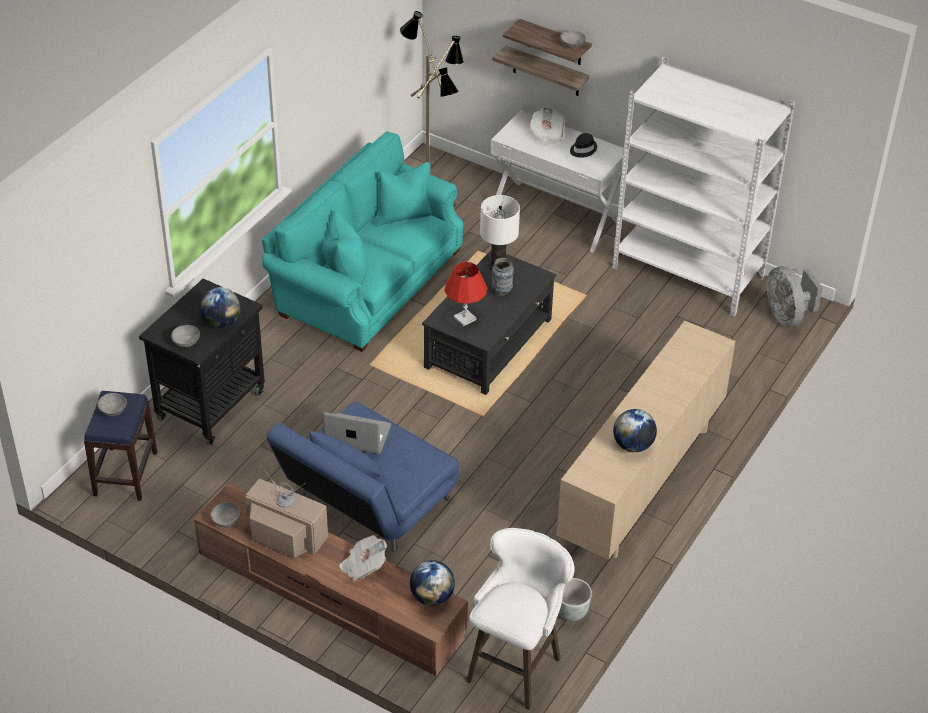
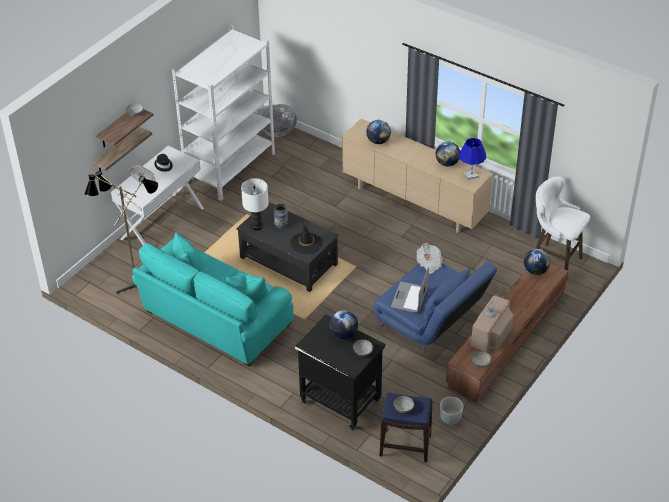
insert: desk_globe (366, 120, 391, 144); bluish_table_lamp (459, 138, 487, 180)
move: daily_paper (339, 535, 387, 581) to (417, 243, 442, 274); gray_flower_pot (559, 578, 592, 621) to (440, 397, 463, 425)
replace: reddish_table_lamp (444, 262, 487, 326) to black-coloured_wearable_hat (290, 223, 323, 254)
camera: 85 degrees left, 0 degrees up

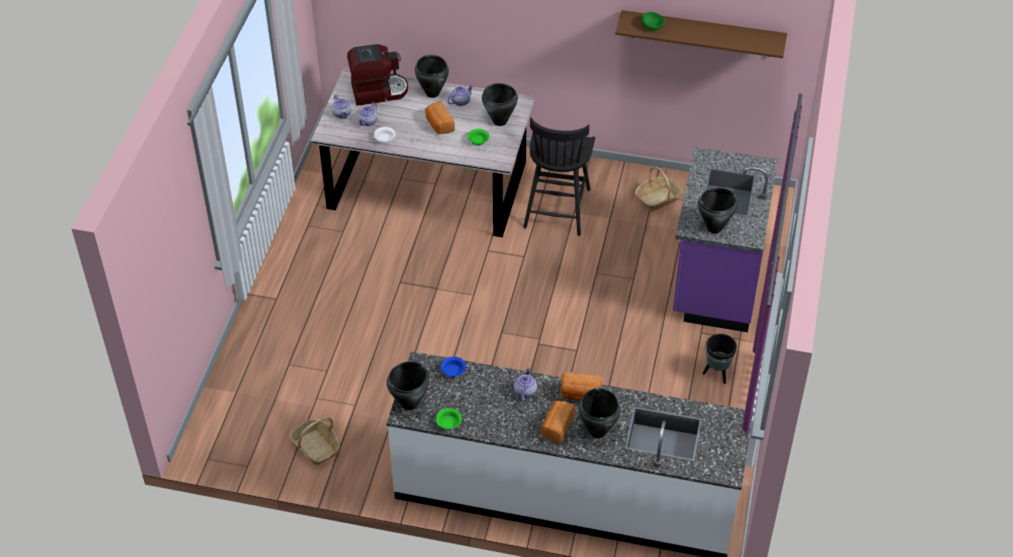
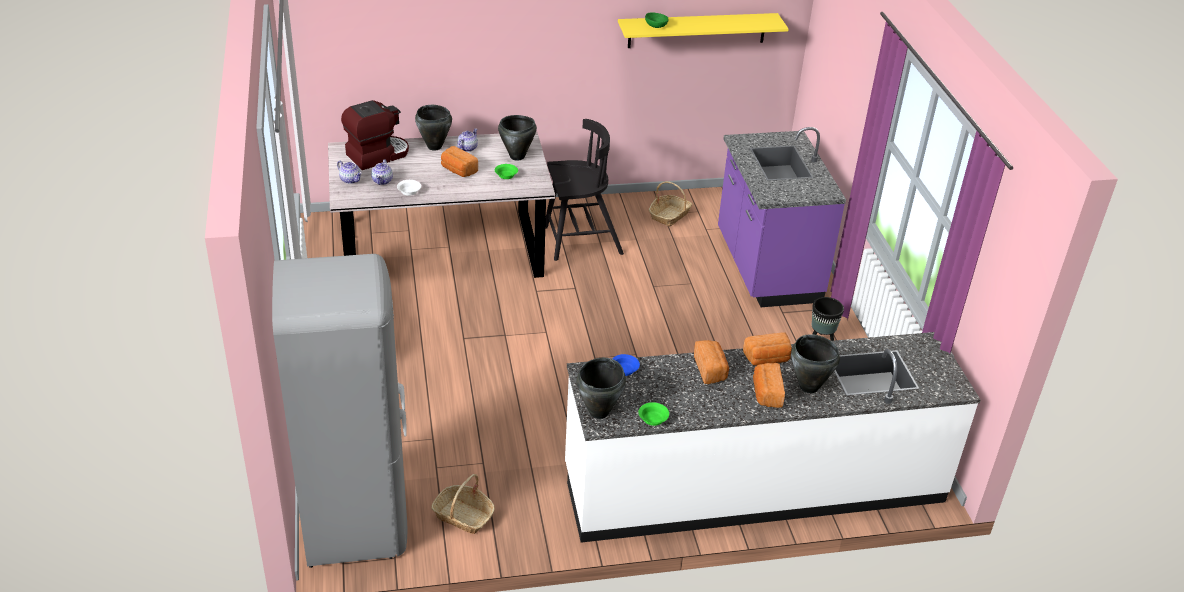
delete: black-coloured_cooking_pot (698, 188, 738, 233)
insert: gray_kitchen_fridge (272, 254, 407, 568)
replace: teapot (514, 367, 537, 402) to baked_bread (694, 340, 729, 384)
recolor: brownish_bracket_shelf (615, 10, 787, 58) to yellow-coloured_bracket_shelf (618, 13, 788, 48)
rotate: black-coloured_chair (523, 117, 595, 236) = (545, 119, 624, 261) 90 degrees counterclockwise
camera: 25 degrees left, 10 degrees down

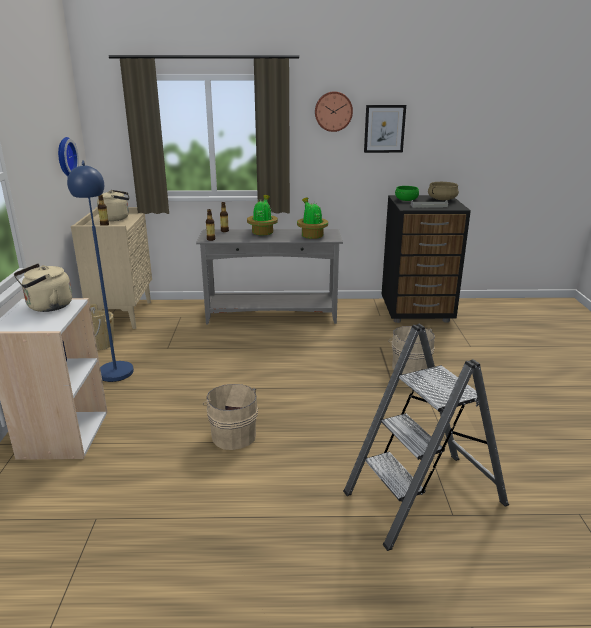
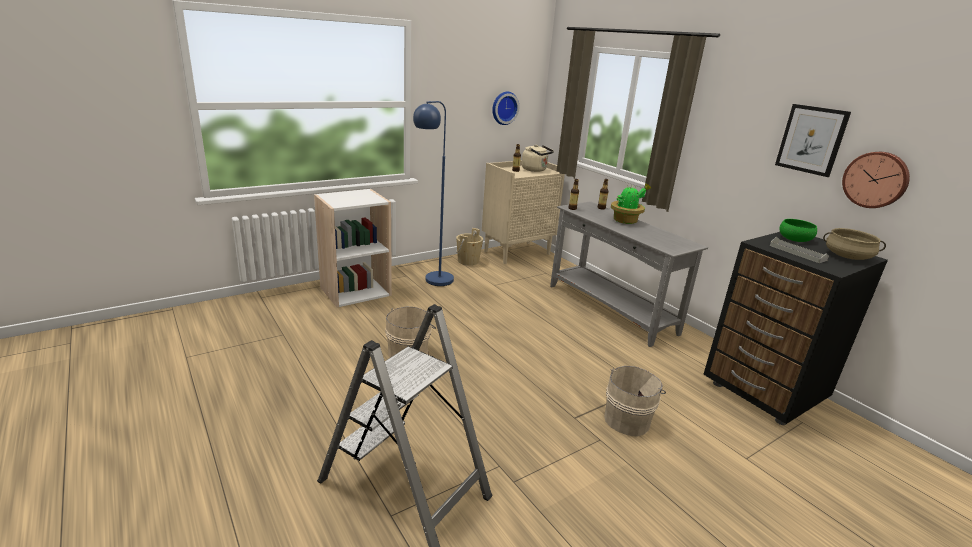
delete: beige_tea_kettle (14, 264, 72, 312); plant_in_a_pot (297, 197, 328, 239)
move: hanging_clock (315, 91, 353, 132) to (842, 152, 910, 208)
camera: 55 degrees right, 0 degrees up

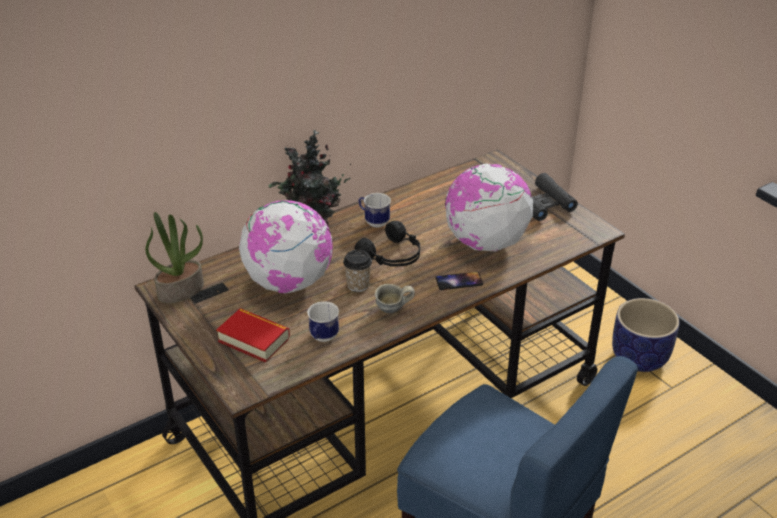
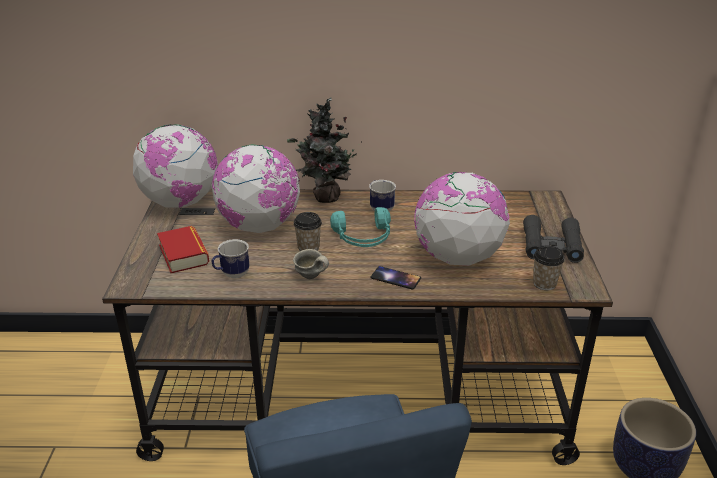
insert: drinking_cup (533, 245, 565, 290)
replace: plant_in_a_pot (146, 212, 204, 303) to desk_globe (133, 124, 218, 208)
recolor: black-coloured_pair_of_headphones (355, 221, 420, 266) to blue-green_pair_of_headphones (330, 207, 391, 247)
camera: 35 degrees right, 5 degrees down

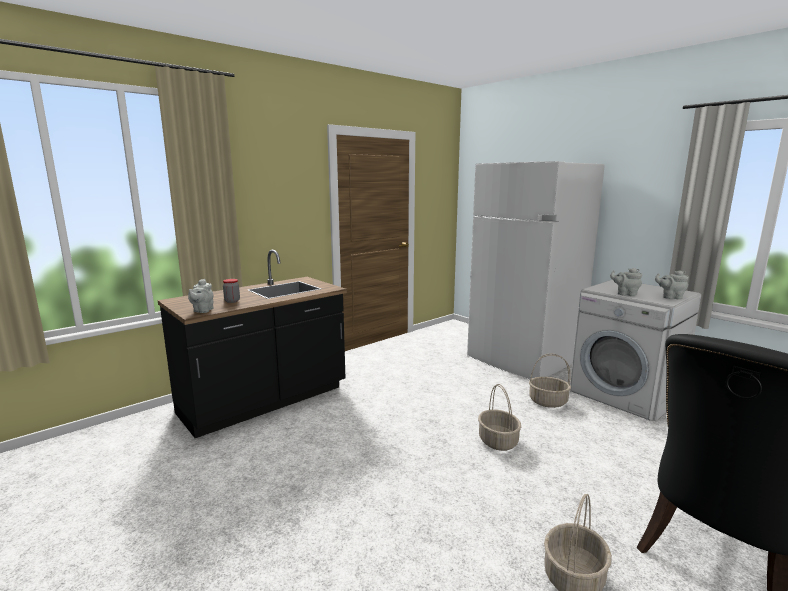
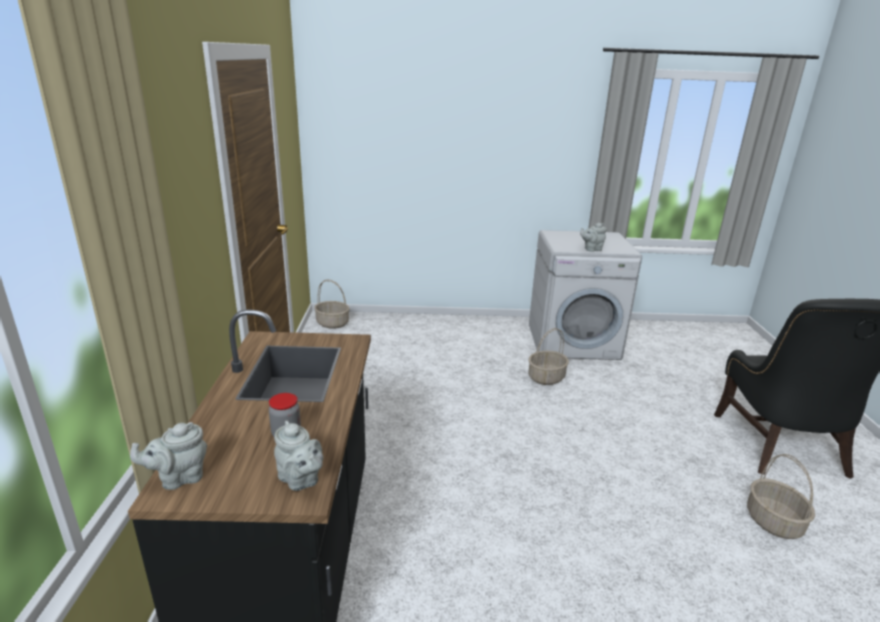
delete: whitish_kitchen_fridge (467, 161, 605, 379)
move: gray_teapot (655, 270, 689, 300) to (130, 422, 207, 490); storage_basket (478, 384, 521, 451) to (314, 279, 350, 329)
camera: 50 degrees left, 10 degrees up

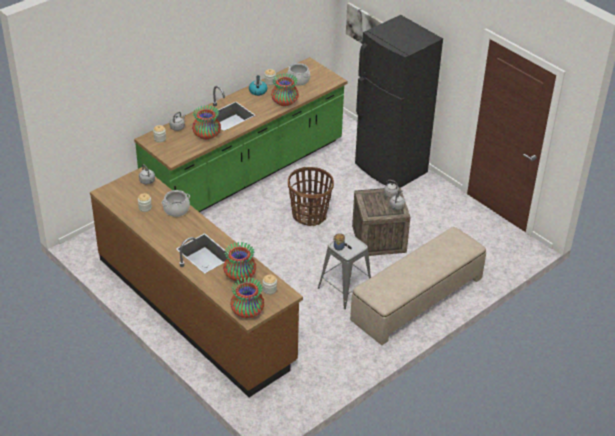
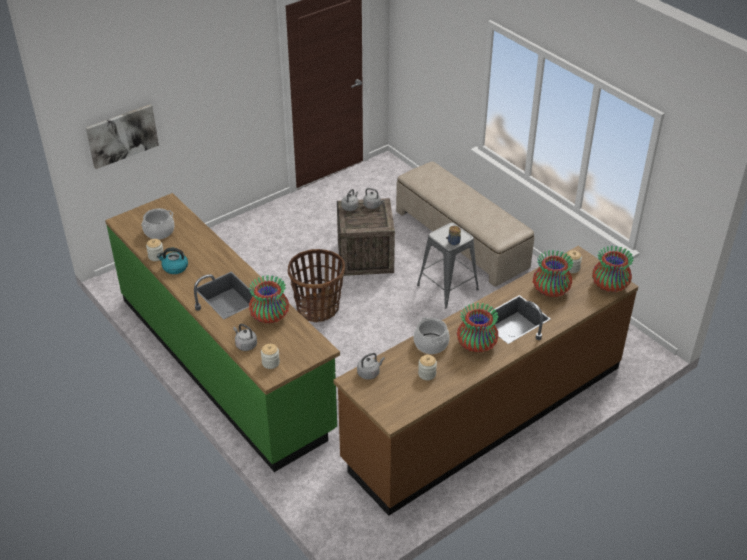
delete: black-coloured_kitchen_fridge (355, 15, 443, 187)
move: decorative_vase (271, 73, 299, 106) to (457, 303, 498, 353)
camera: 85 degrees left, 0 degrees up

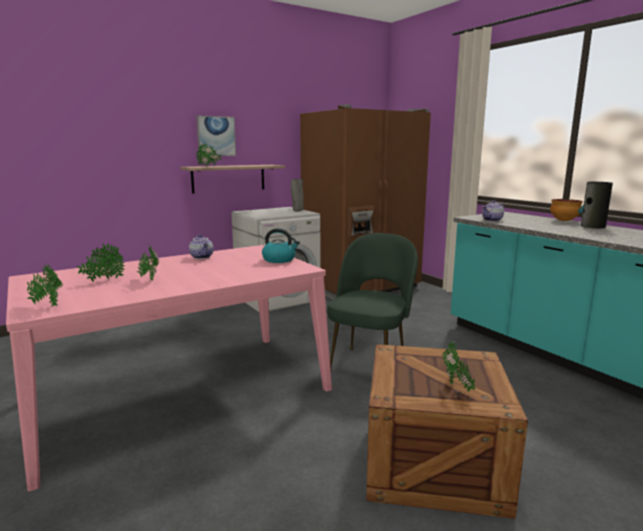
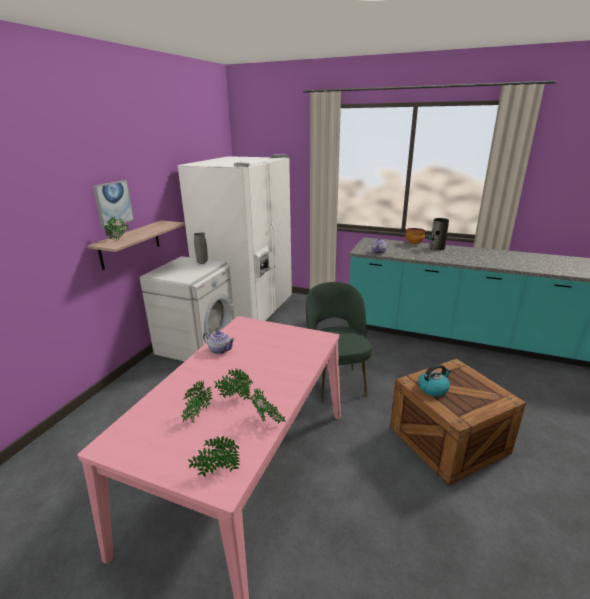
move: plant_in_a_pot (442, 342, 475, 392) to (250, 388, 286, 424); tea_kettle (262, 228, 300, 263) to (418, 364, 451, 397)
recolor: brownish_kitchen_fridge (300, 104, 431, 299) to whitish_kitchen_fridge (178, 154, 292, 321)
camera: 35 degrees left, 10 degrees up

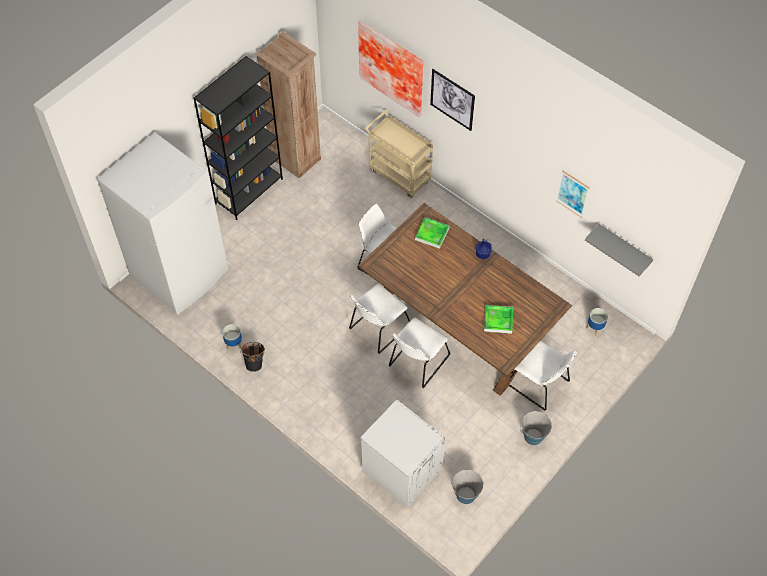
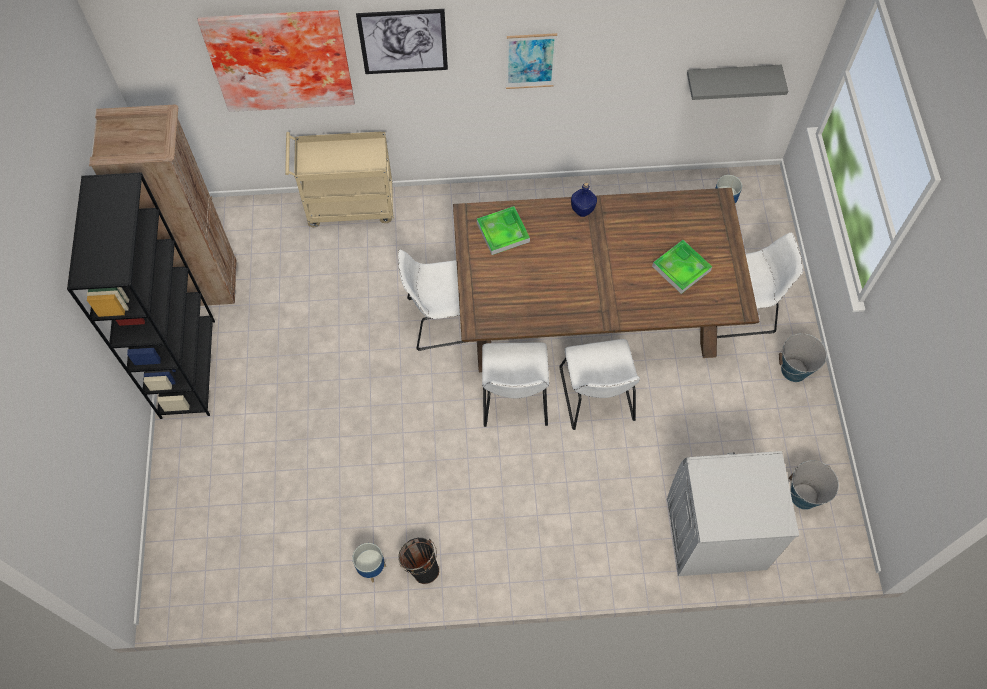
delete: whitish_kitchen_fridge (97, 132, 228, 315)
move: picture (556, 170, 590, 218) to (506, 33, 557, 89)
camera: 45 degrees left, 5 degrees up

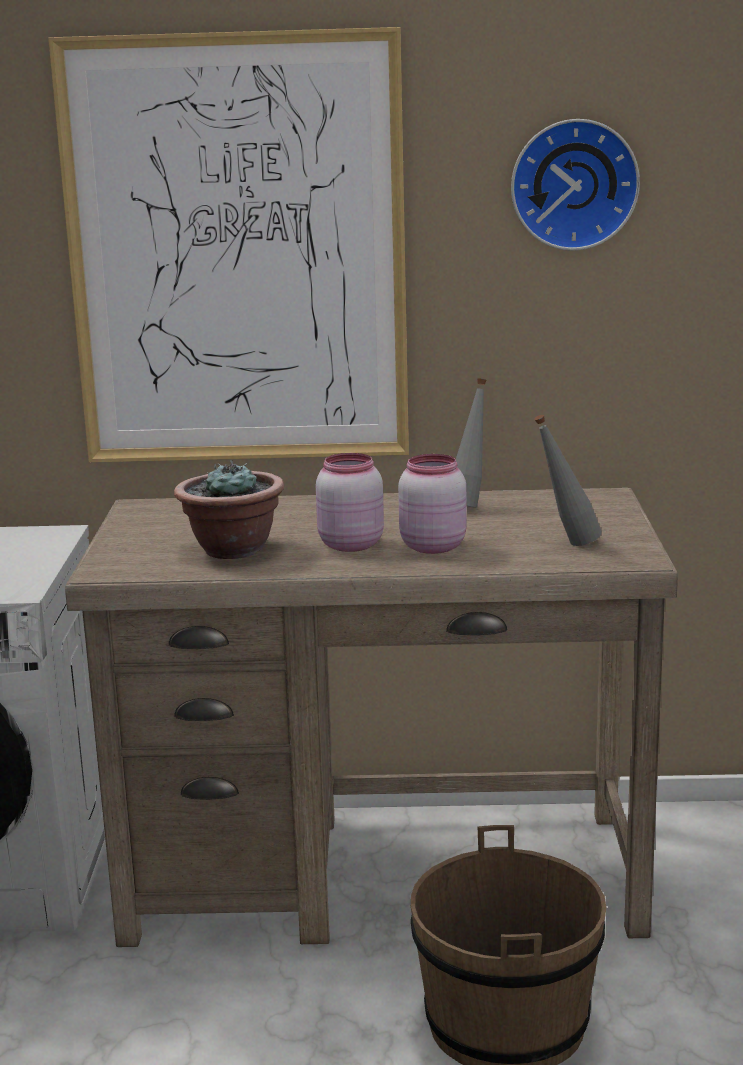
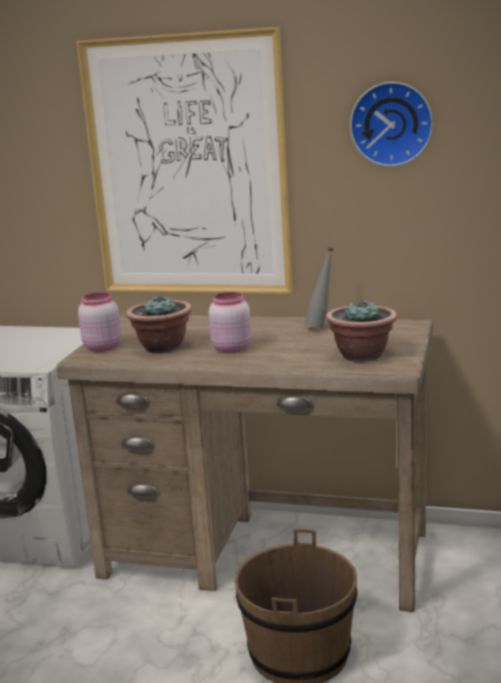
move: pinkish_preserve_jar (398, 454, 467, 554) to (78, 292, 121, 351)
replace: gray_bottle (534, 415, 602, 546) to plant_in_a_pot (326, 299, 397, 362)
camera: 15 degrees right, 0 degrees up

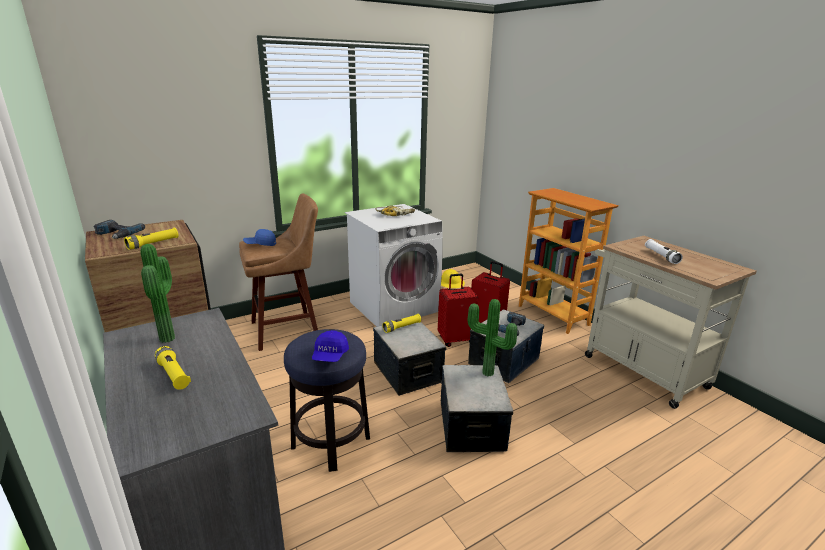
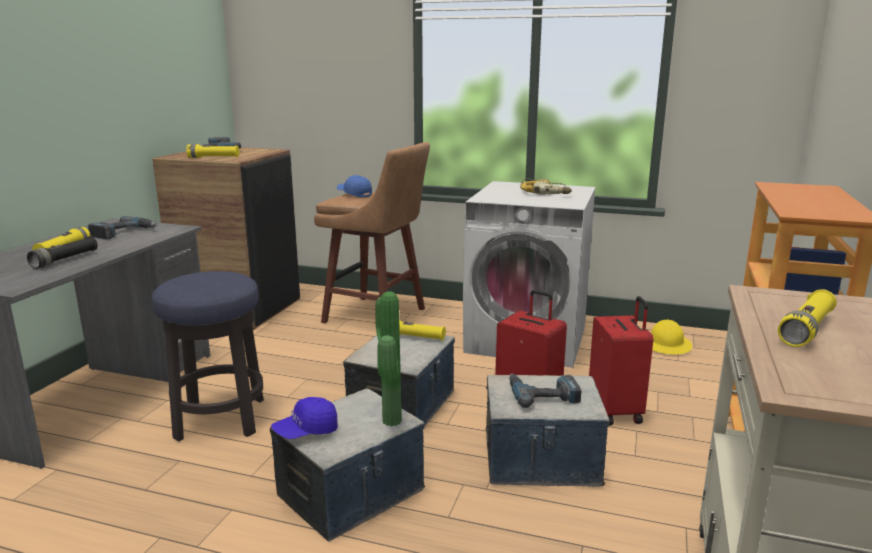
insert: black-coloured_torch (27, 236, 98, 269)
move: bluish_cap (312, 330, 349, 362) to (271, 397, 338, 439)
replace: plant_in_a_pot (140, 244, 175, 343) to drill (88, 216, 157, 239)
recolor: whitish_torch (645, 239, 683, 264) to yellow-coloured_torch (778, 289, 837, 347)
camera: 50 degrees right, 5 degrees down

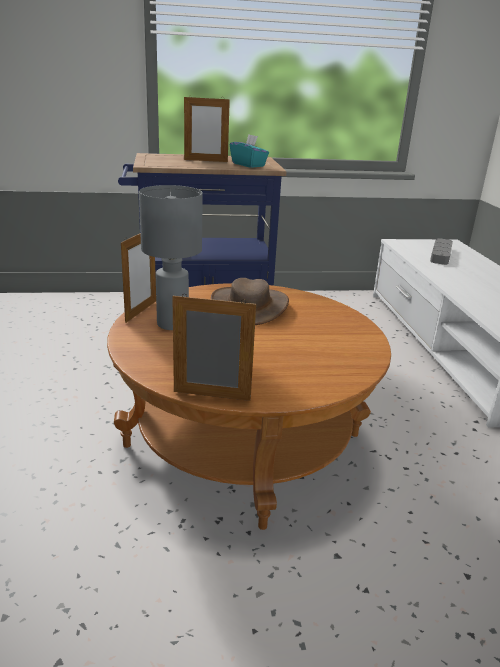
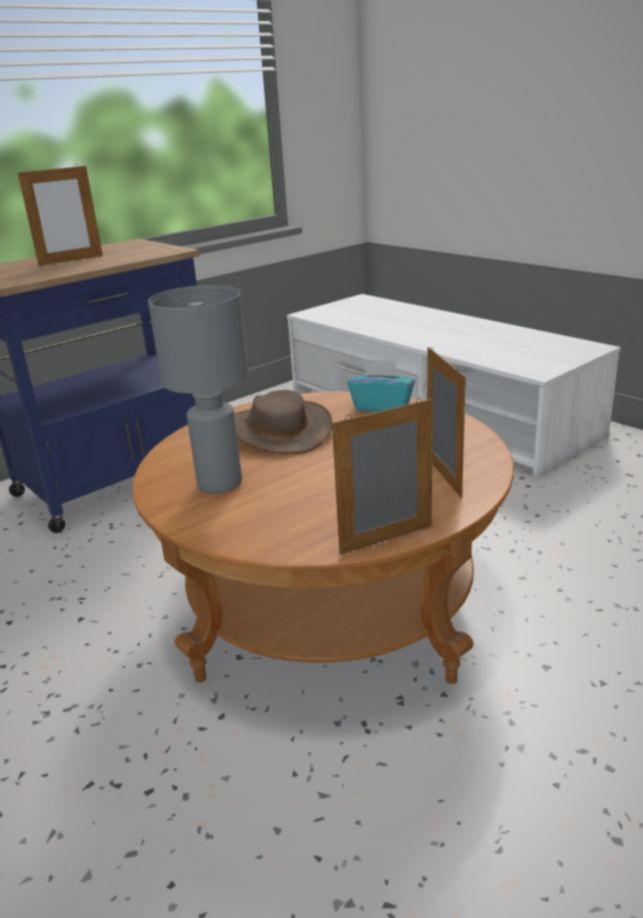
delete: gray_serving_tray (430, 238, 453, 265)
move: blue-green_tissue_holder (230, 135, 269, 168) to (348, 359, 415, 412); photo_frame (121, 233, 156, 323) to (427, 347, 466, 498)
camera: 30 degrees left, 0 degrees up

